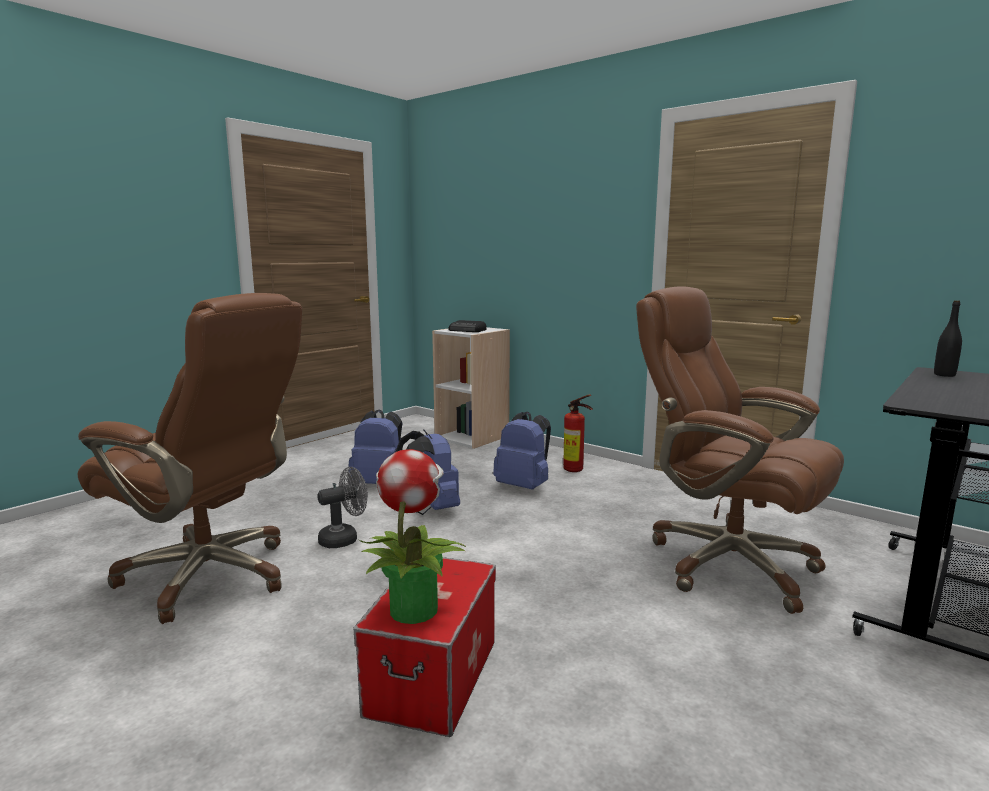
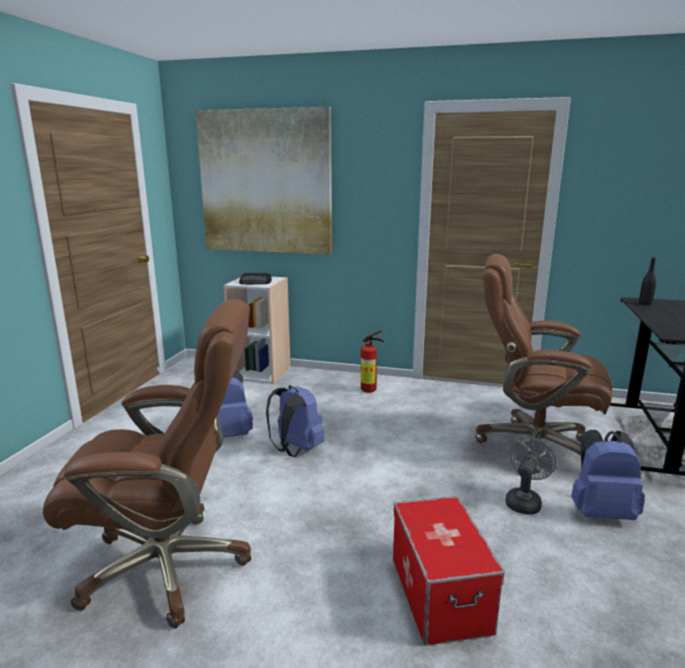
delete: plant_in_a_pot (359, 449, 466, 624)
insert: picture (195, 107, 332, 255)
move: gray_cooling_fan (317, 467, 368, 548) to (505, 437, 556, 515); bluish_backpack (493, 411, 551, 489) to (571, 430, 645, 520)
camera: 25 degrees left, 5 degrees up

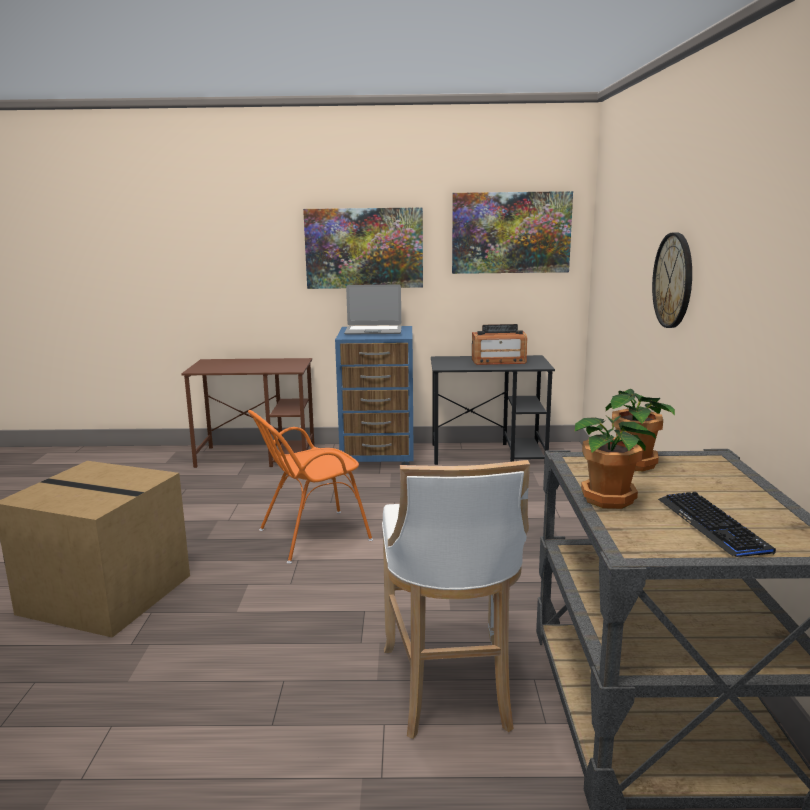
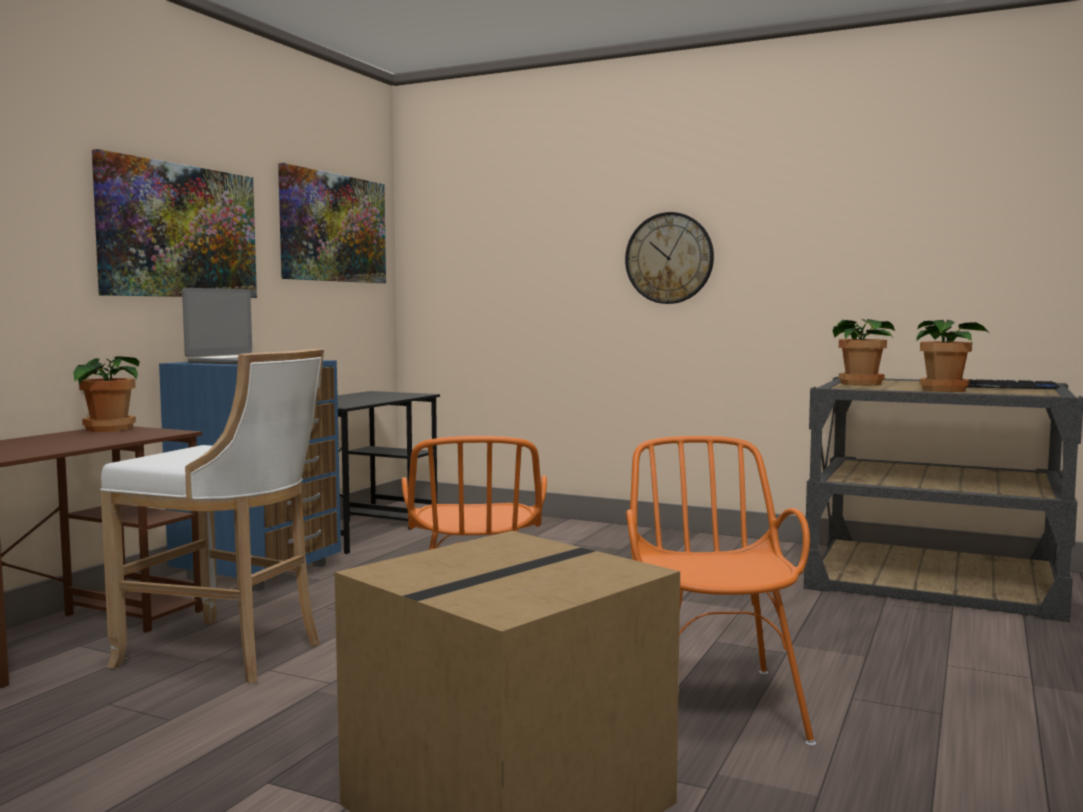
delete: radio (472, 324, 527, 365)
insert: plant_in_a_pot (73, 356, 140, 432); orange-coloured_chair (626, 436, 816, 746)
move: whitish_sitting_stool (382, 460, 530, 739) to (100, 349, 324, 684)
camera: 65 degrees left, 10 degrees down

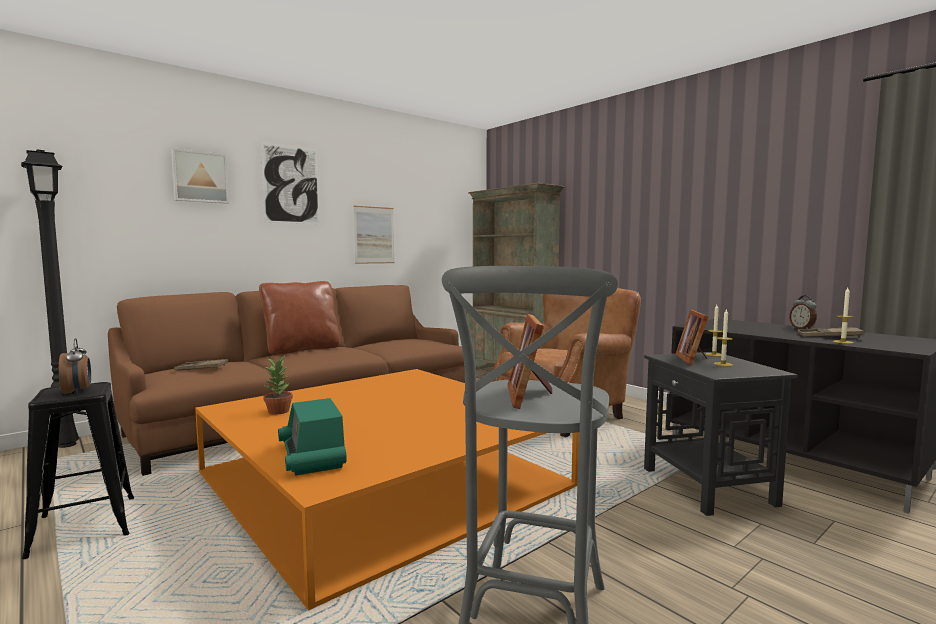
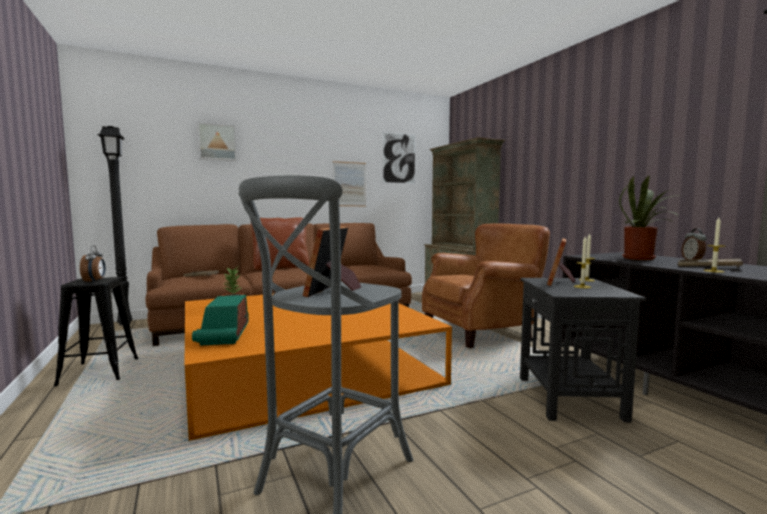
insert: plant_in_a_pot (619, 176, 680, 260)
move: picture (261, 142, 320, 224) to (382, 131, 416, 184)
camera: 15 degrees right, 0 degrees up

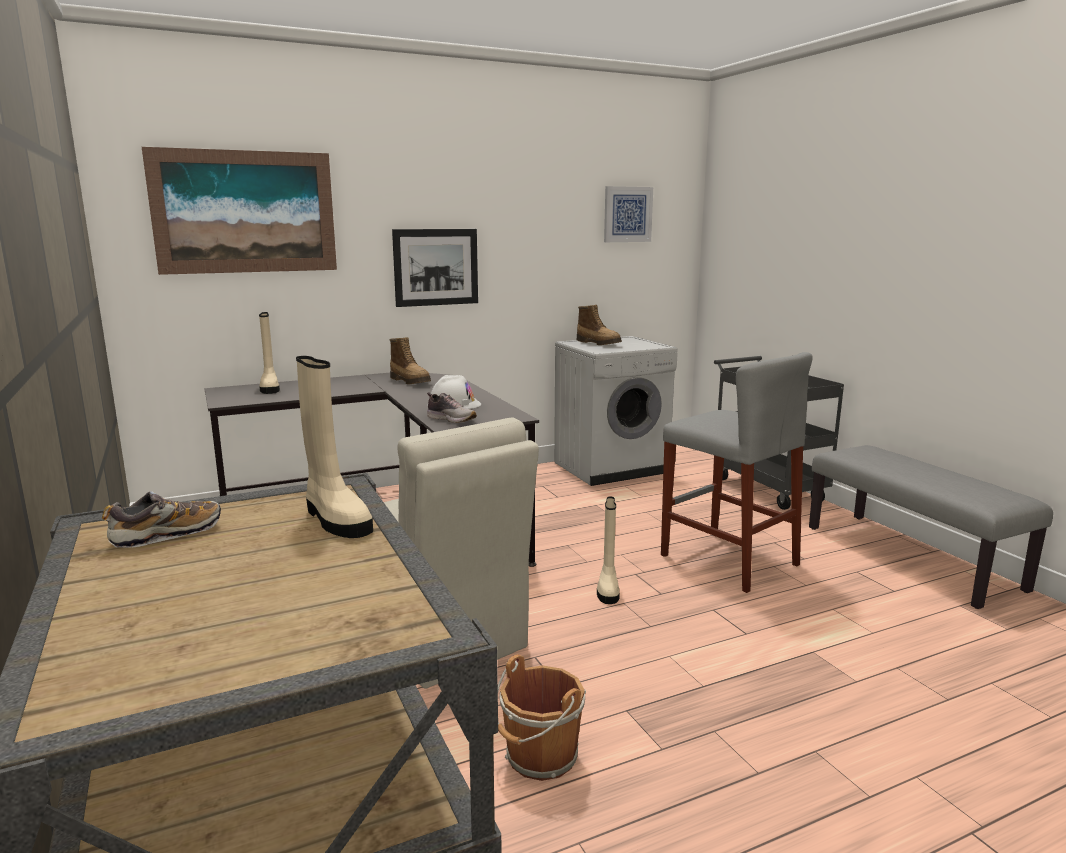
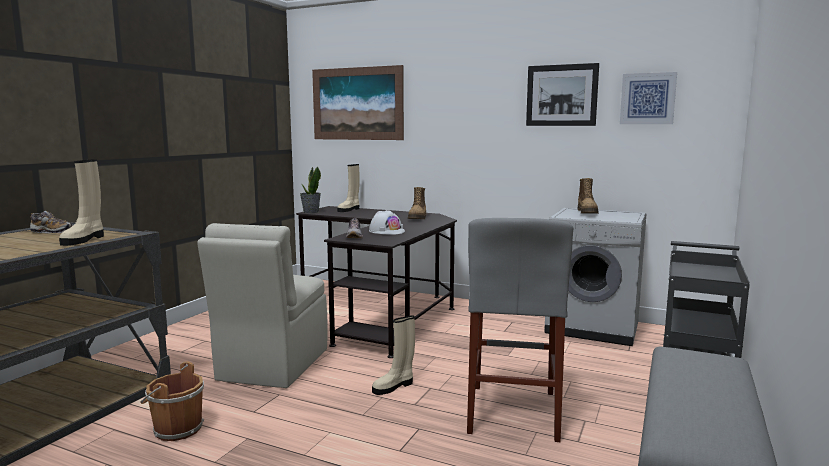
insert: plant_in_a_pot (300, 166, 321, 213)
move: picture (392, 229, 478, 307) to (526, 63, 599, 126)
camera: 50 degrees right, 5 degrees down

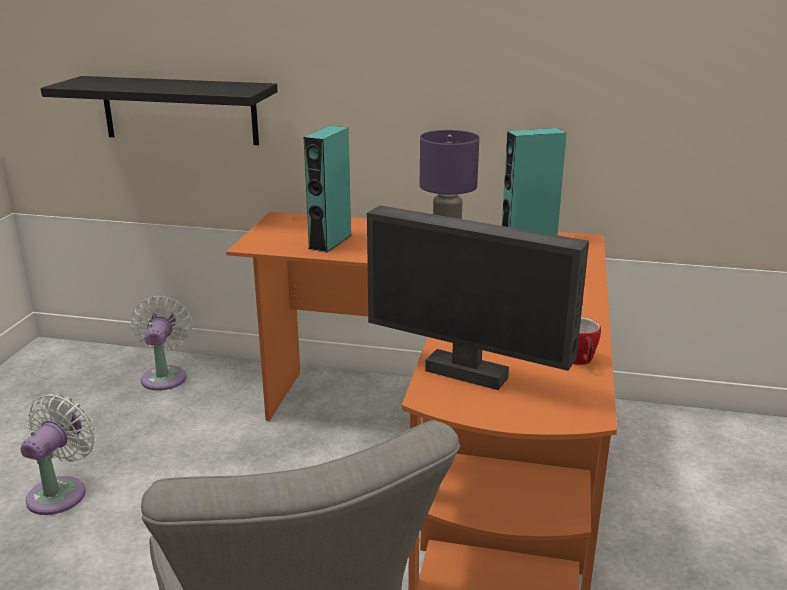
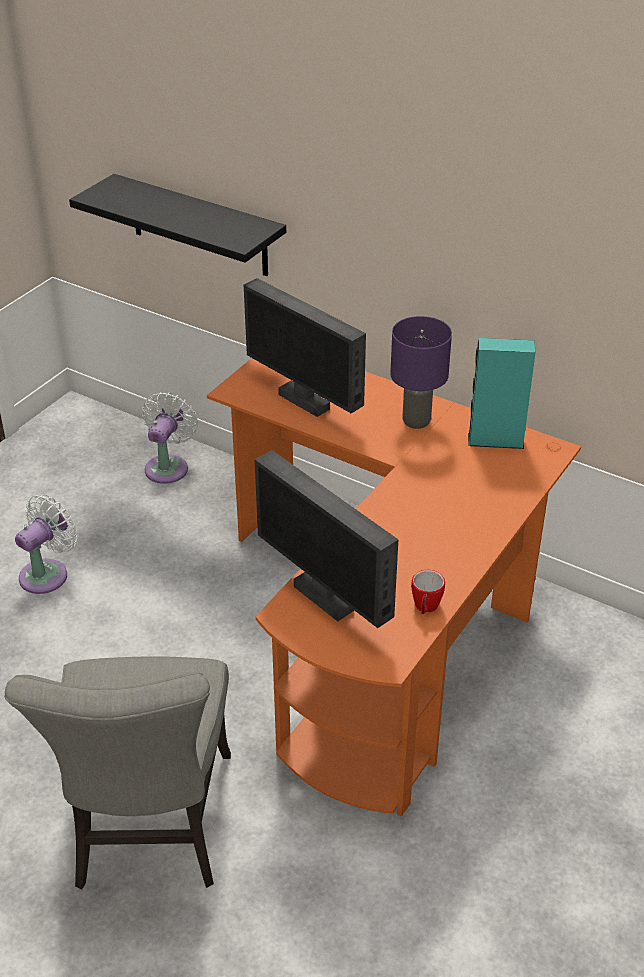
replace: blue-green_audio_speaker (304, 126, 352, 253) to computer_display (244, 278, 366, 417)
camera: 20 degrees right, 15 degrees up

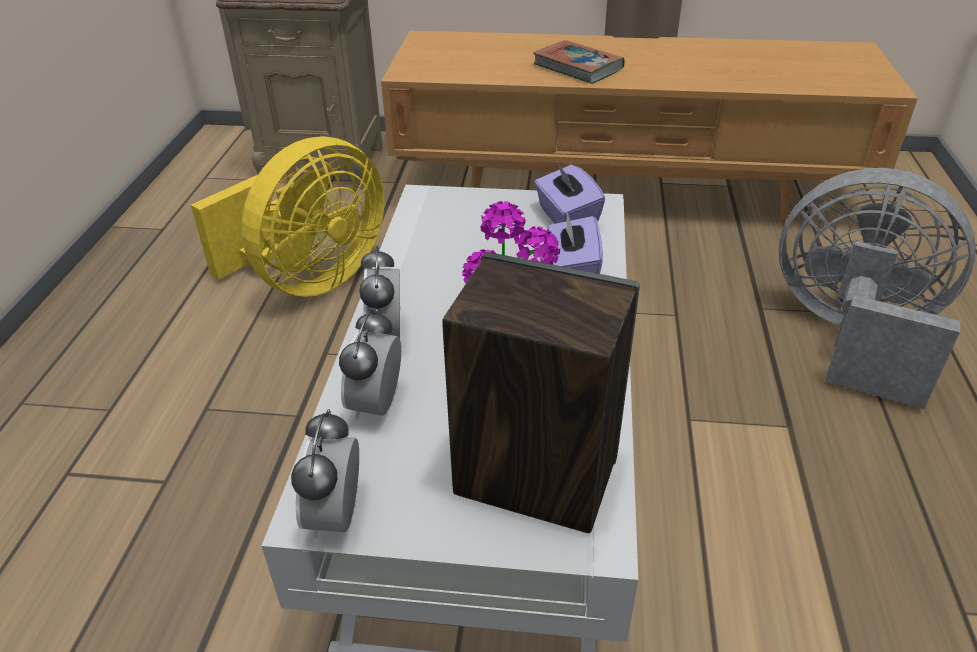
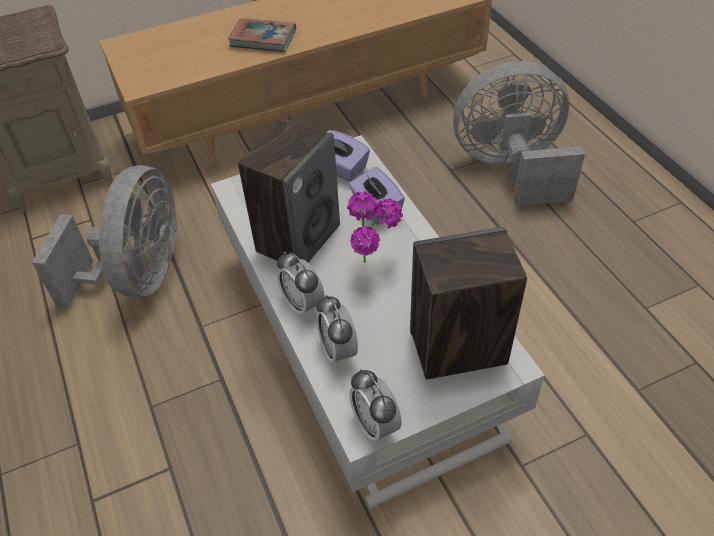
insert: audio_speaker (238, 118, 340, 262)
recolor: yellow-coloured_cooling_fan (191, 136, 384, 297) to gray_cooling_fan (32, 165, 177, 308)
camera: 30 degrees left, 10 degrees up

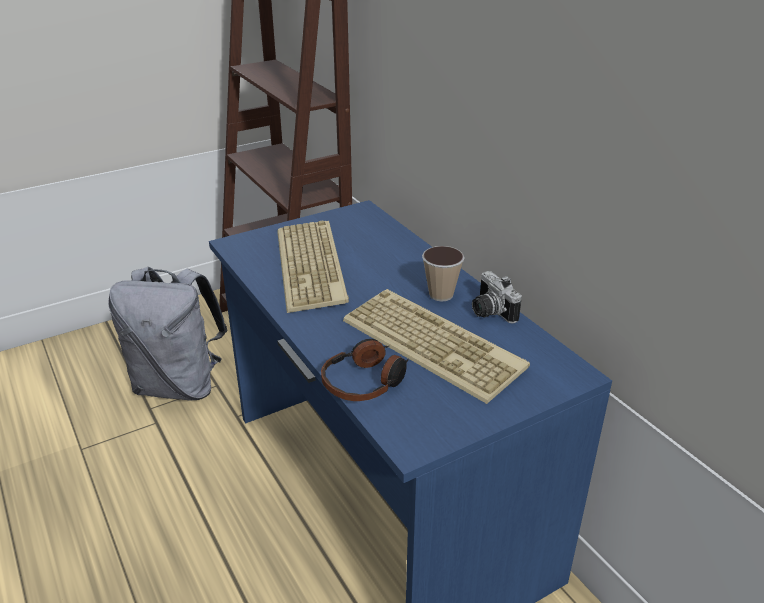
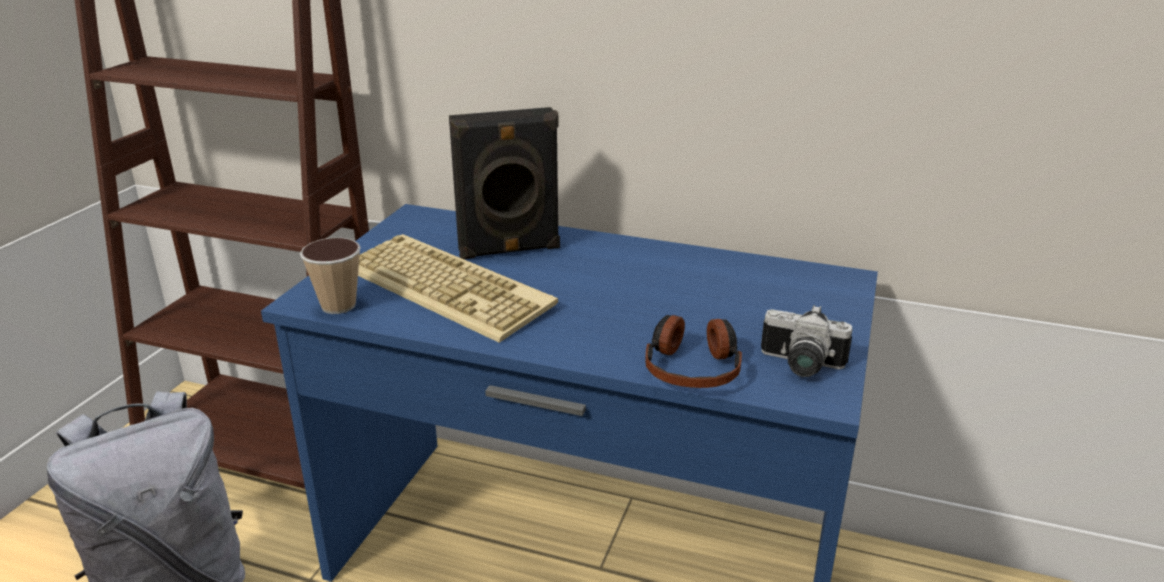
delete: computer_keyboard (343, 289, 530, 404)
insert: black-coloured_audio_speaker (449, 107, 560, 259)
move: drinking_cup (422, 246, 465, 302) to (300, 238, 361, 314); still_camera (472, 271, 522, 324) to (761, 305, 853, 377)
camera: 40 degrees left, 5 degrees down

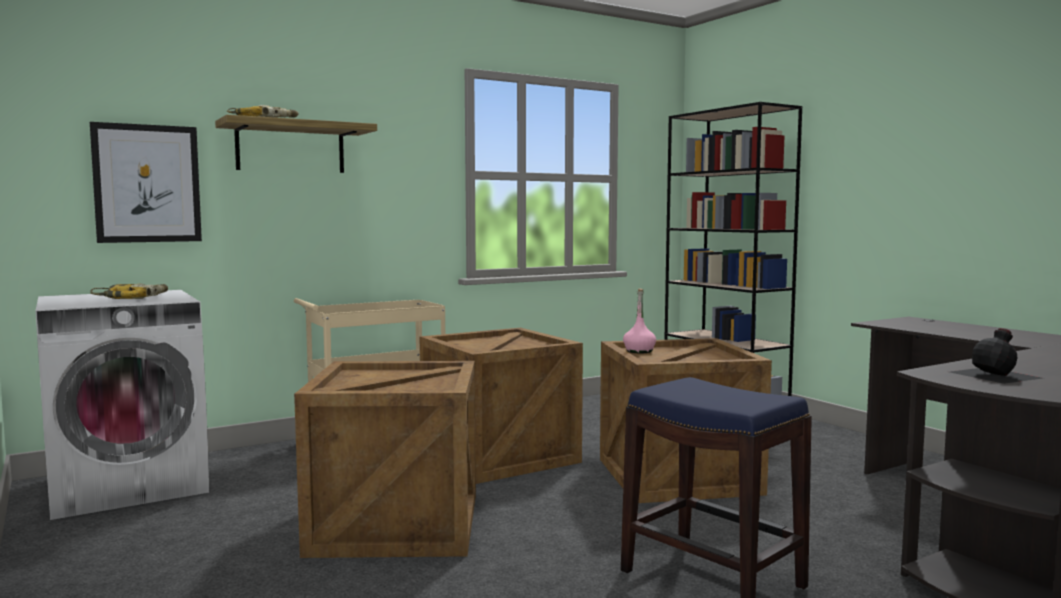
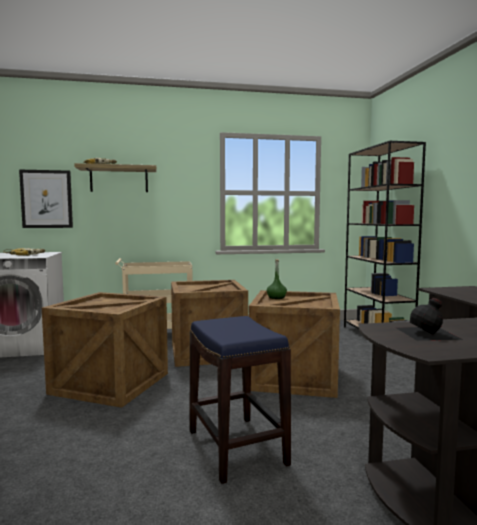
recolor: pinkish_bottle (623, 288, 656, 353) to green-coloured_bottle (267, 259, 287, 299)
camera: 20 degrees right, 0 degrees up

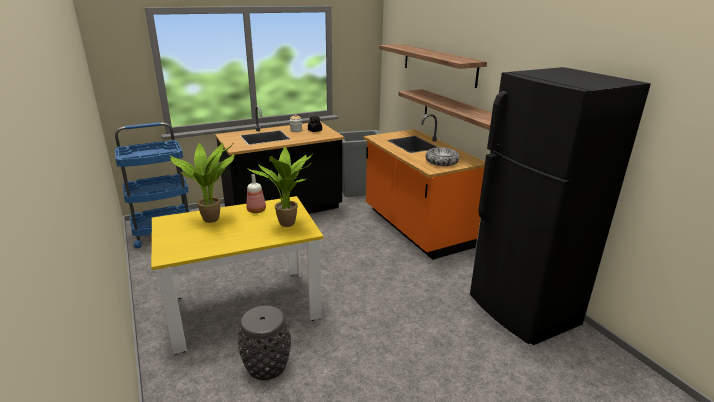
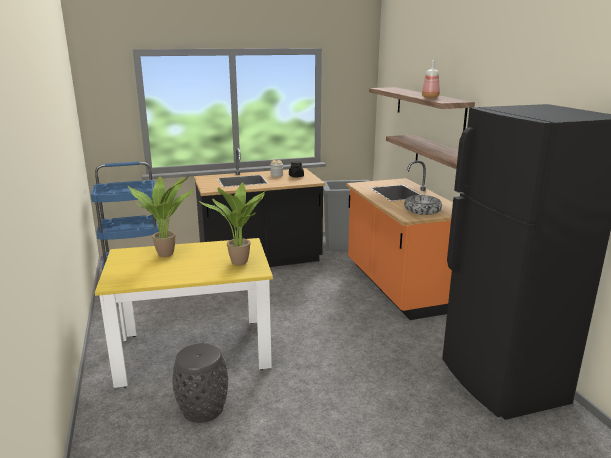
move: bottle (246, 174, 266, 213) to (422, 60, 440, 98)
camera: 10 degrees right, 5 degrees down

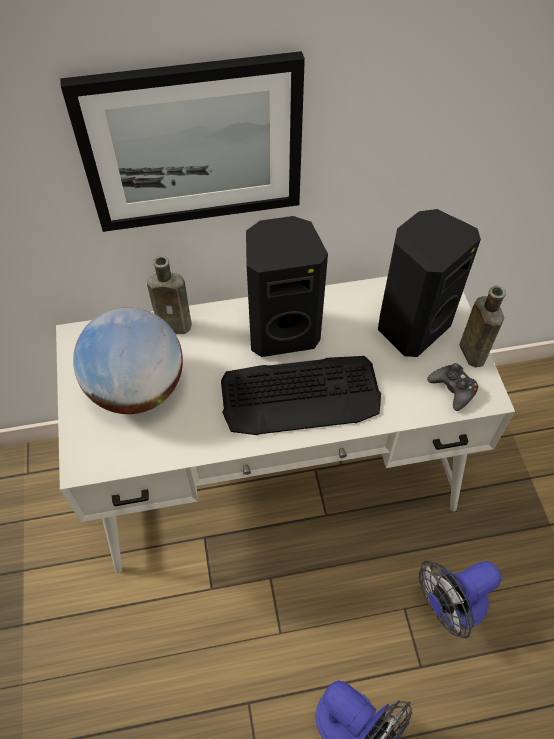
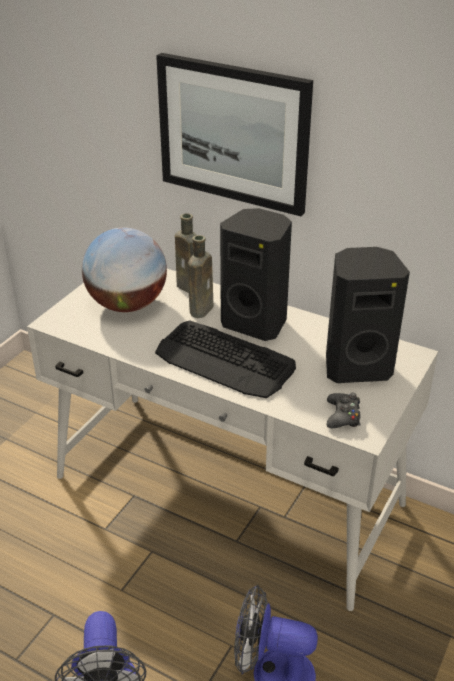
move: brownish_bottle (460, 286, 506, 367) to (188, 235, 213, 318)
camera: 40 degrees right, 20 degrees down

